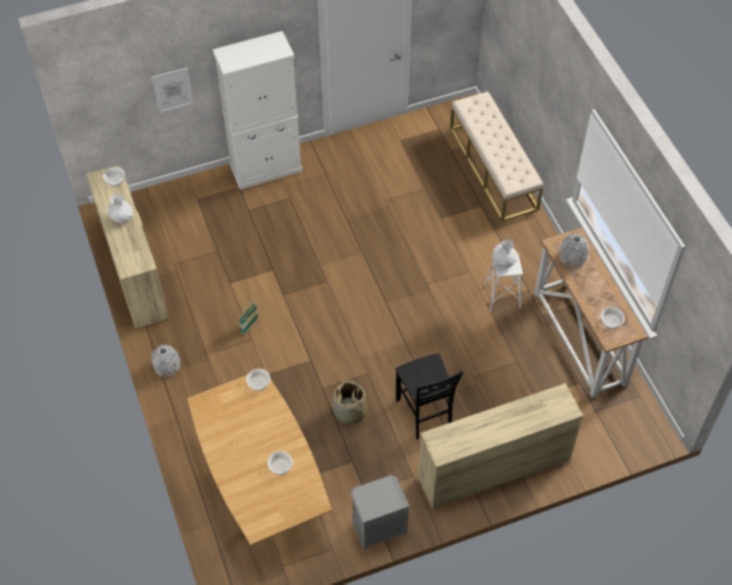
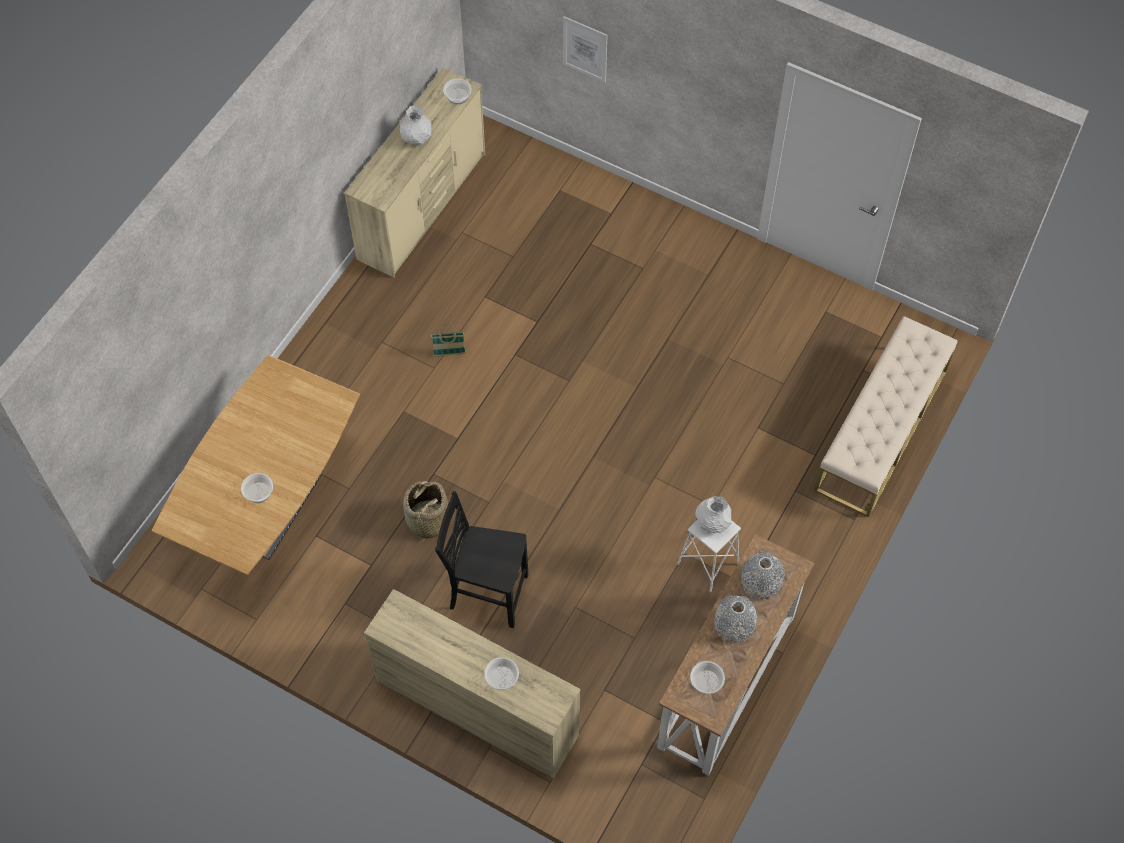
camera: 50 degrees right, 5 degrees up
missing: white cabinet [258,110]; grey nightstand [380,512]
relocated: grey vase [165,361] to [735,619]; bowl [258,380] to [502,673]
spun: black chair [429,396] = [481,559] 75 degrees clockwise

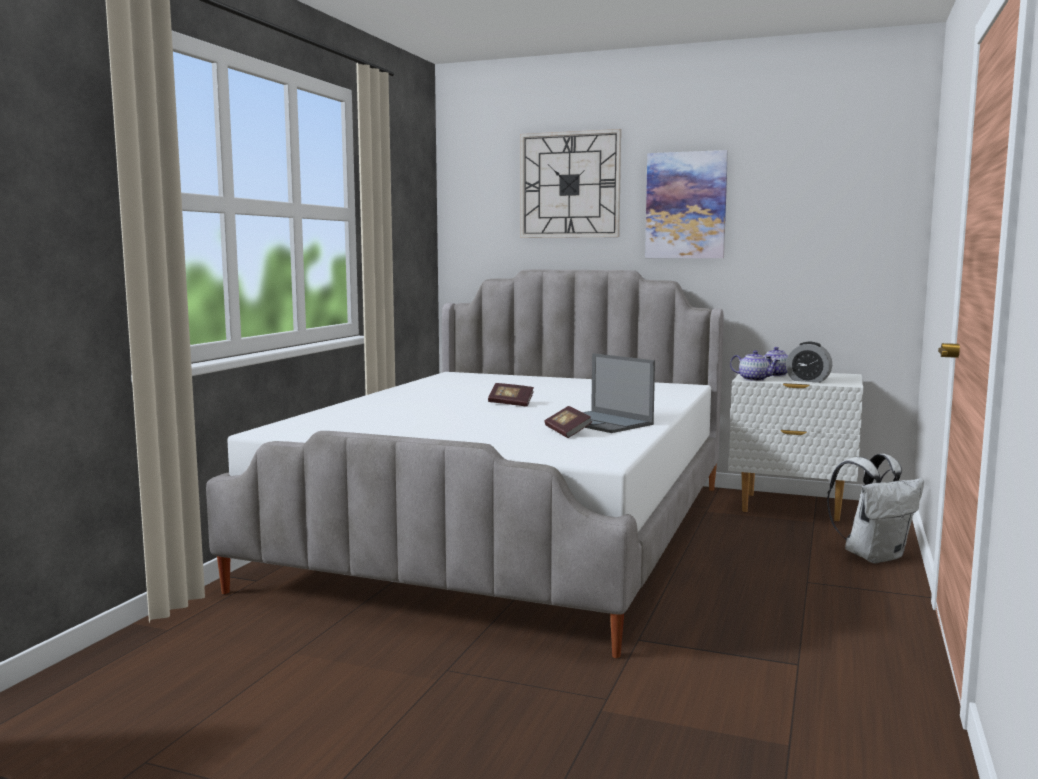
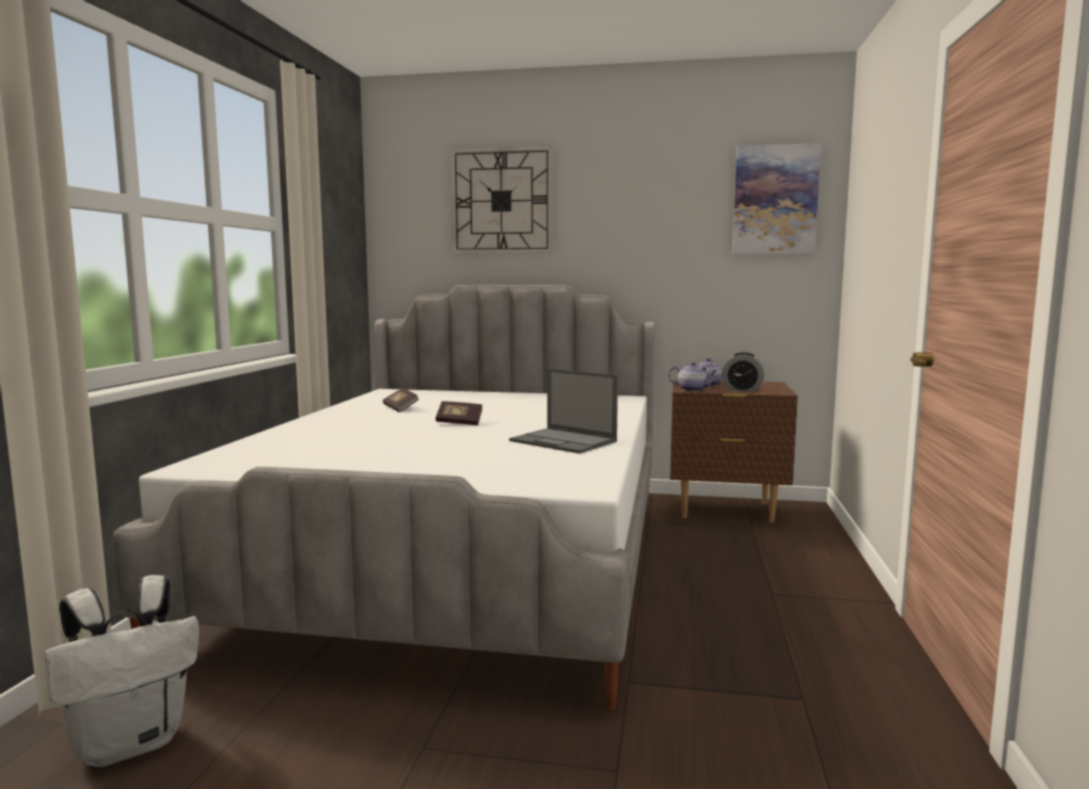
camera: 10 degrees left, 0 degrees up
relocated: book [568,422] to [401,400]; picture [686,204] to [776,198]; white backpack [875,509] to [122,671]
colour: white nightstand [796,447] to brown nightstand [734,451]

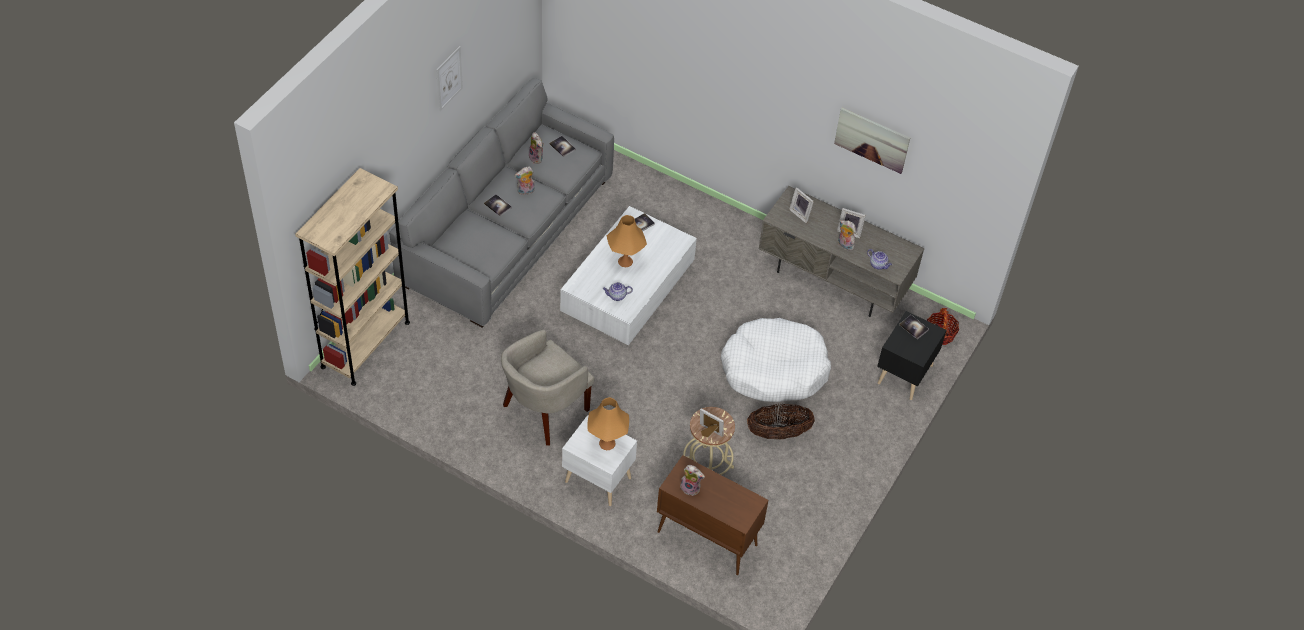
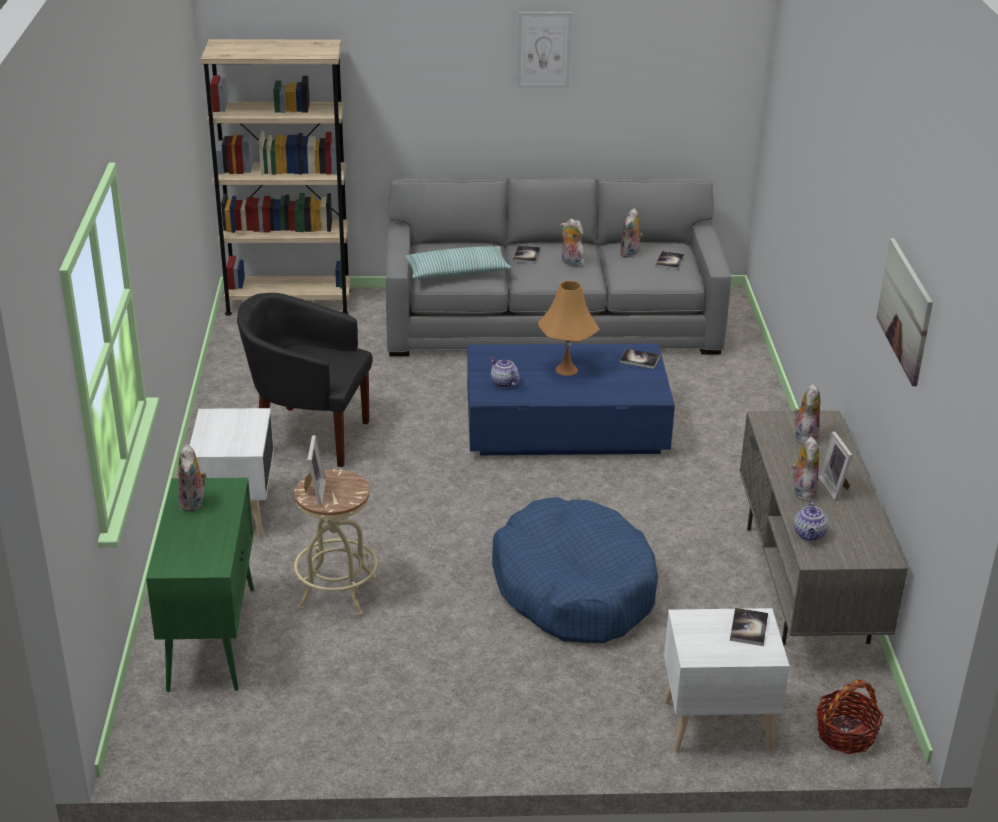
camera: 60 degrees right, 20 degrees down
missing: orange table lamp [608,423]; basket [781,422]
appeared: pillow [458,262]
exchanged: picture frame [801,205] to plush toy [807,414]
colour: beige armchair [547,388] to black armchair [305,380]; white coffee table [628,275] to blue coffee table [571,399]; brown cabinet [712,515] to green cabinet [200,585]; white dog bed [775,360] to blue dog bed [575,570]; black nightstand [911,355] to white nightstand [727,680]

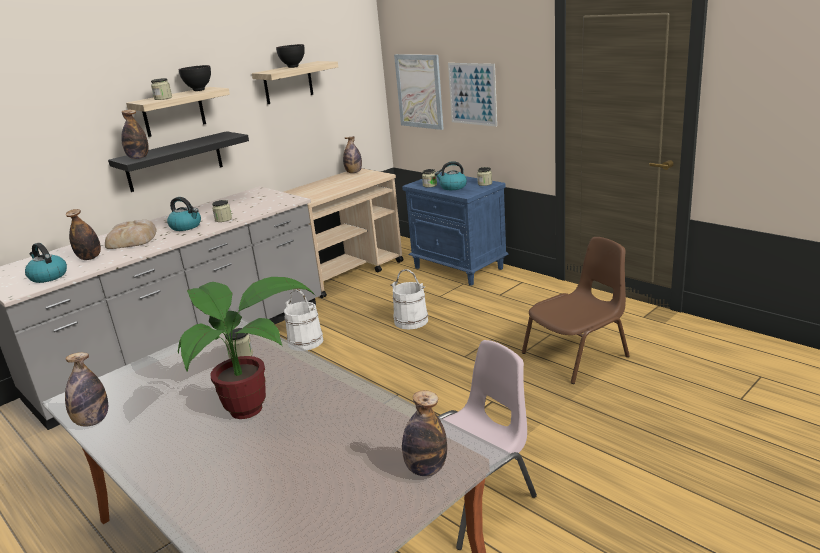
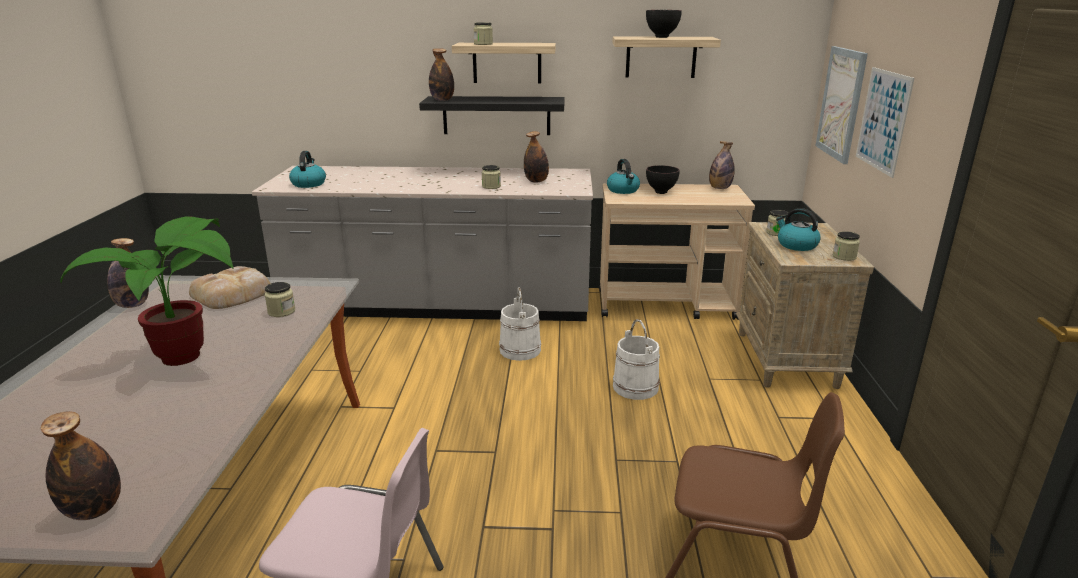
camera: 45 degrees right, 0 degrees up
relocated: bottle [83,234] to [536,157]; bread [131,234] to [230,287]; kettle [184,214] to [623,176]; black bowl [195,78] to [663,179]
colour: blue nightstand [455,229] to beige nightstand [805,305]

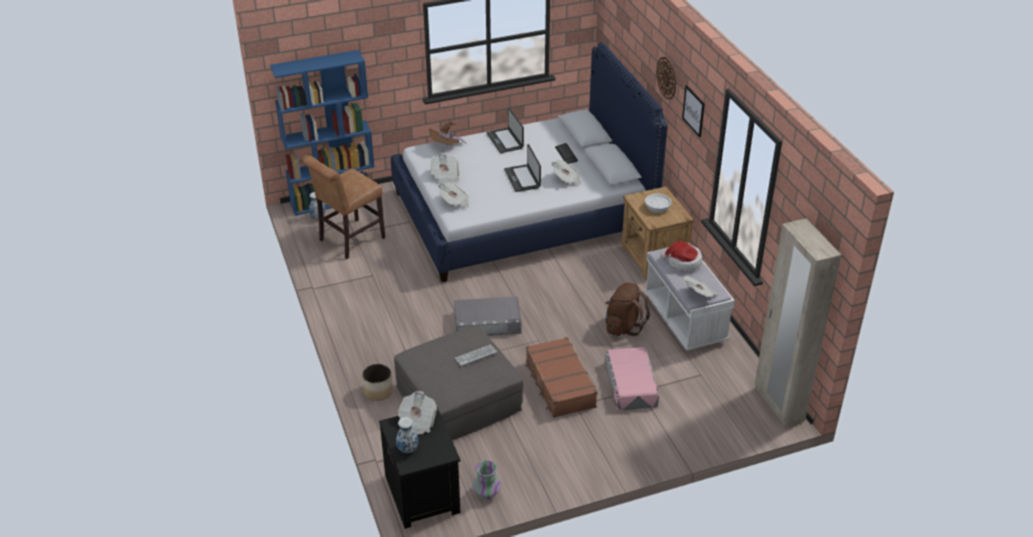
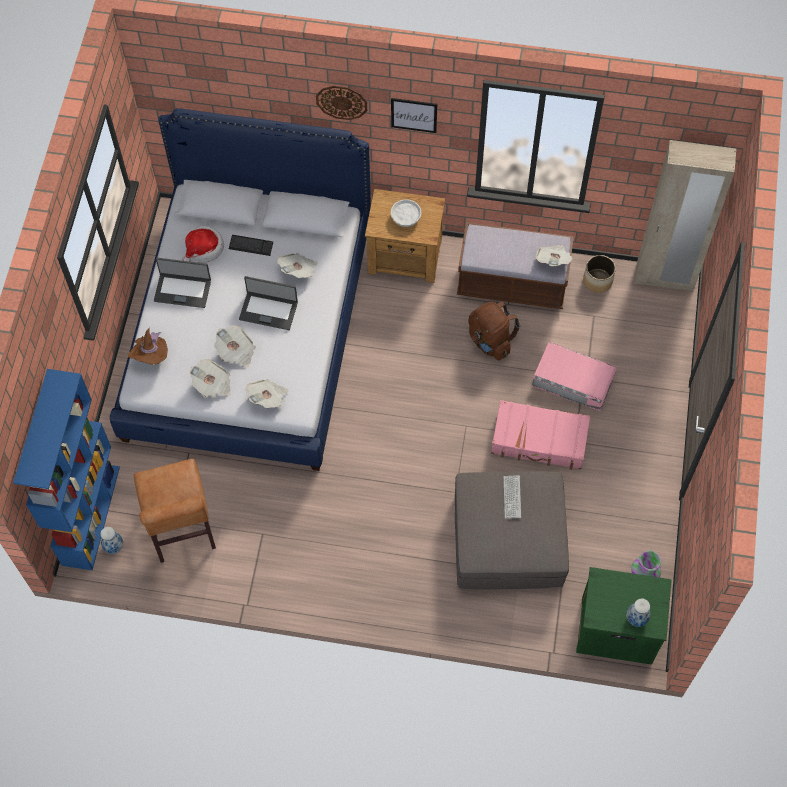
camera: 60 degrees left, 25 degrees up
missing: grey storage box [487,316]
relocated: planter [377,382] to [599,274]; newspaper [417,413] to [235,346]; hat [681,256] to [203,244]
colour: black nightstand [420,468] to green nightstand [624,616]; brown suitcase [561,377] to pink suitcase [540,435]; white bench [689,297] to brown bench [515,265]

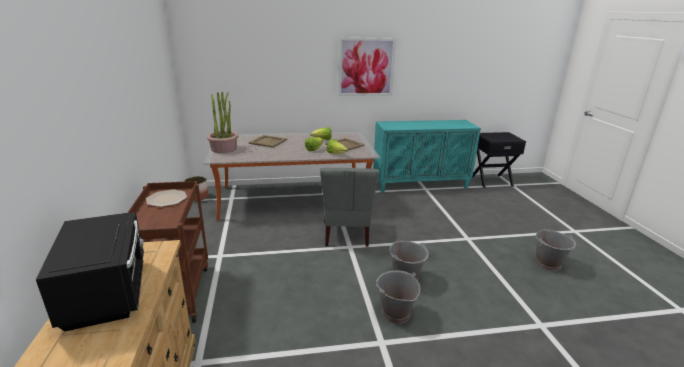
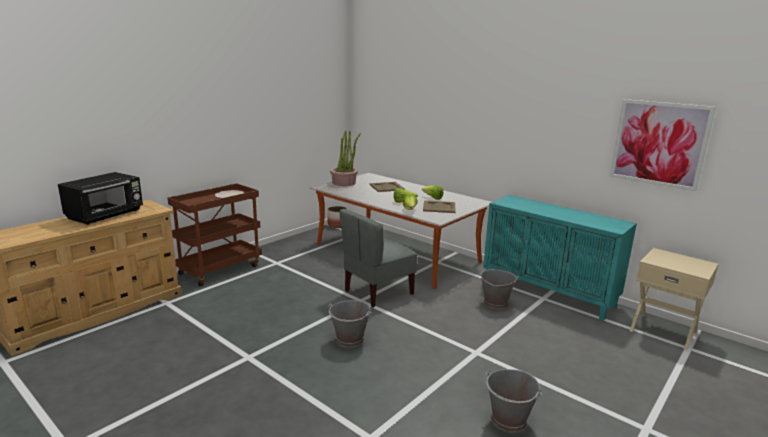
camera: 50 degrees right, 5 degrees down
relocated: picture [367,67] to [663,145]; grey bucket [398,297] to [499,289]
colour: black nightstand [499,160] to beige nightstand [674,299]

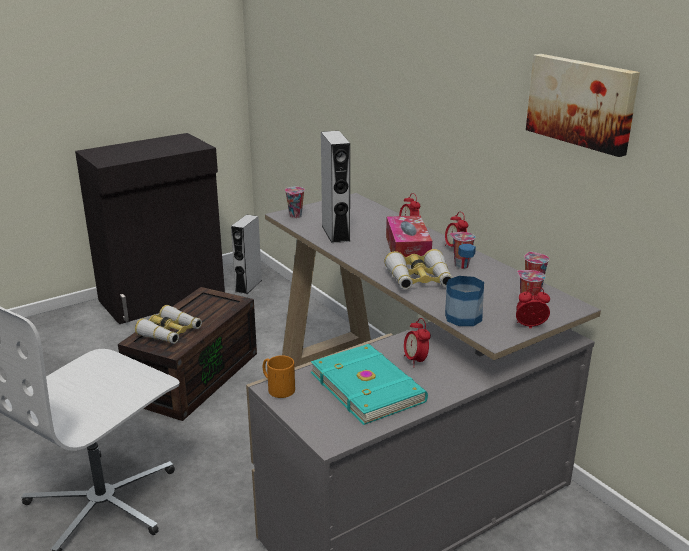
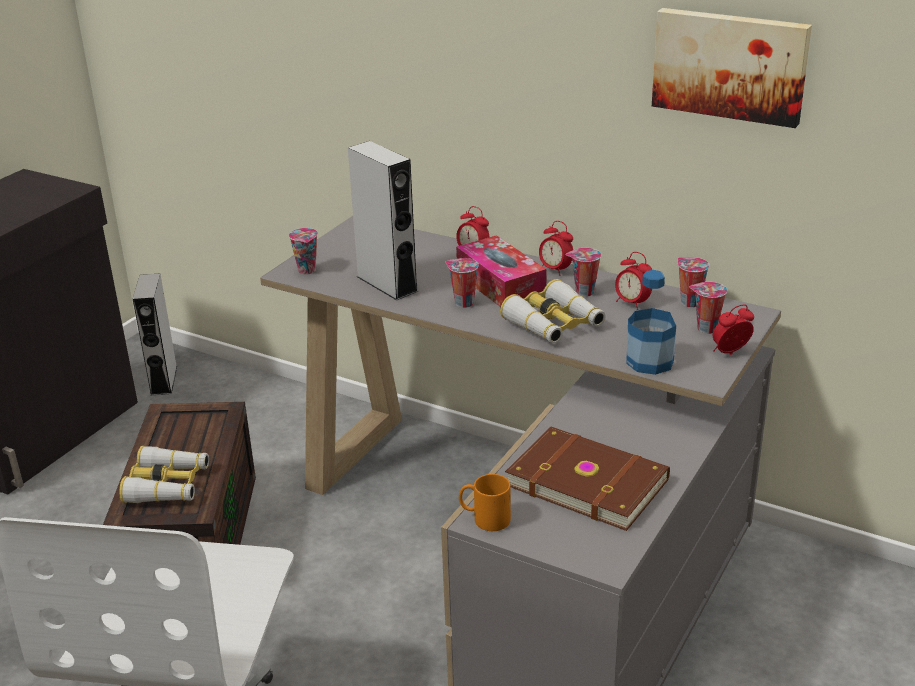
camera: 25 degrees left, 5 degrees up
appeared: cup [462,283]
relocated: alarm clock [417,342] to [634,281]
colour: turquoise book [369,384] to brown book [587,479]

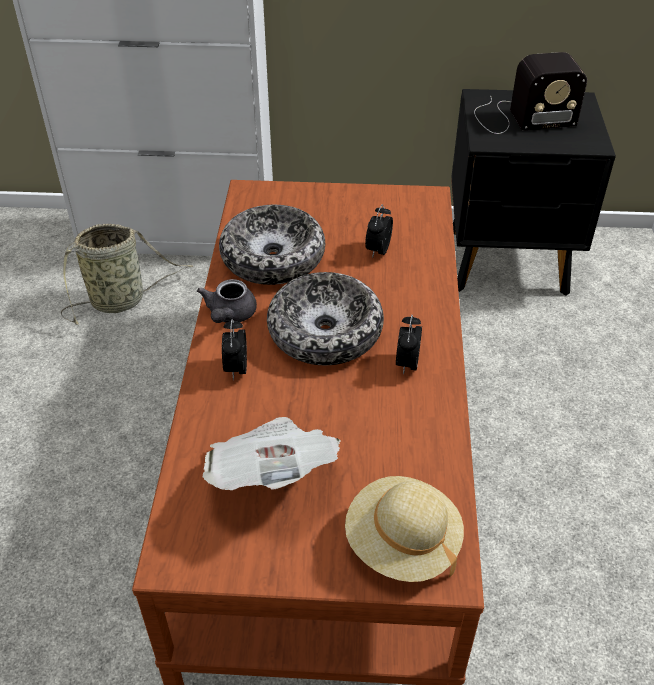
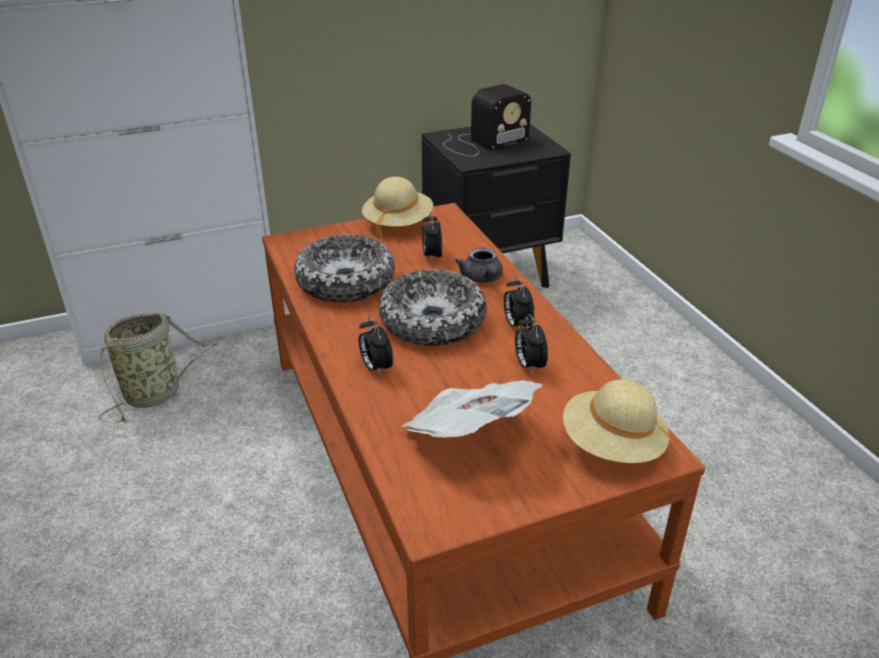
camera: 25 degrees left, 10 degrees down
appeared: beige hat [397,208]; alarm clock [531,344]
relocated: grey teapot [227,301] to [479,265]

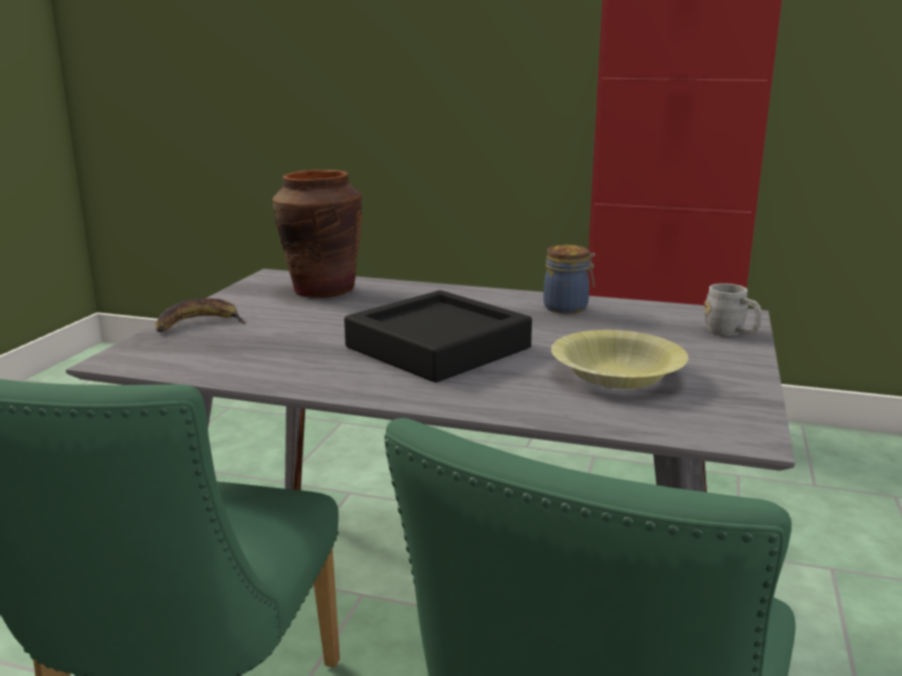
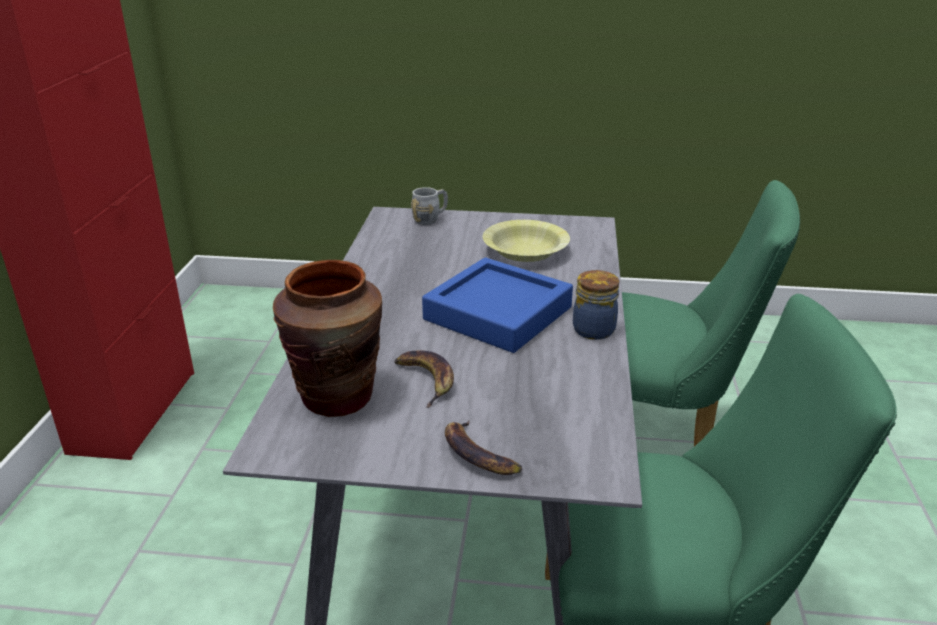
camera: 100 degrees left, 10 degrees up
appeared: banana [424,379]
relocated: jar [569,279] to [596,305]
colour: black tray [438,336] to blue tray [497,305]

